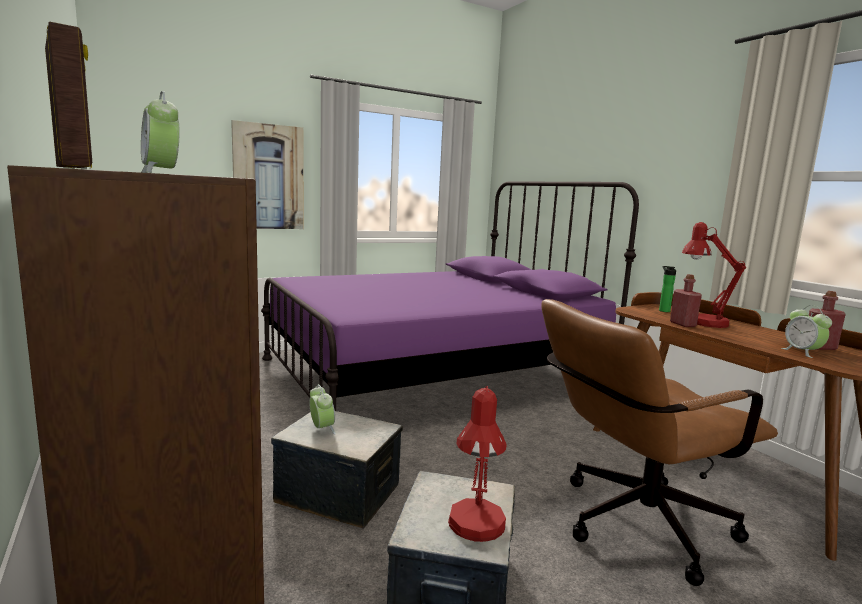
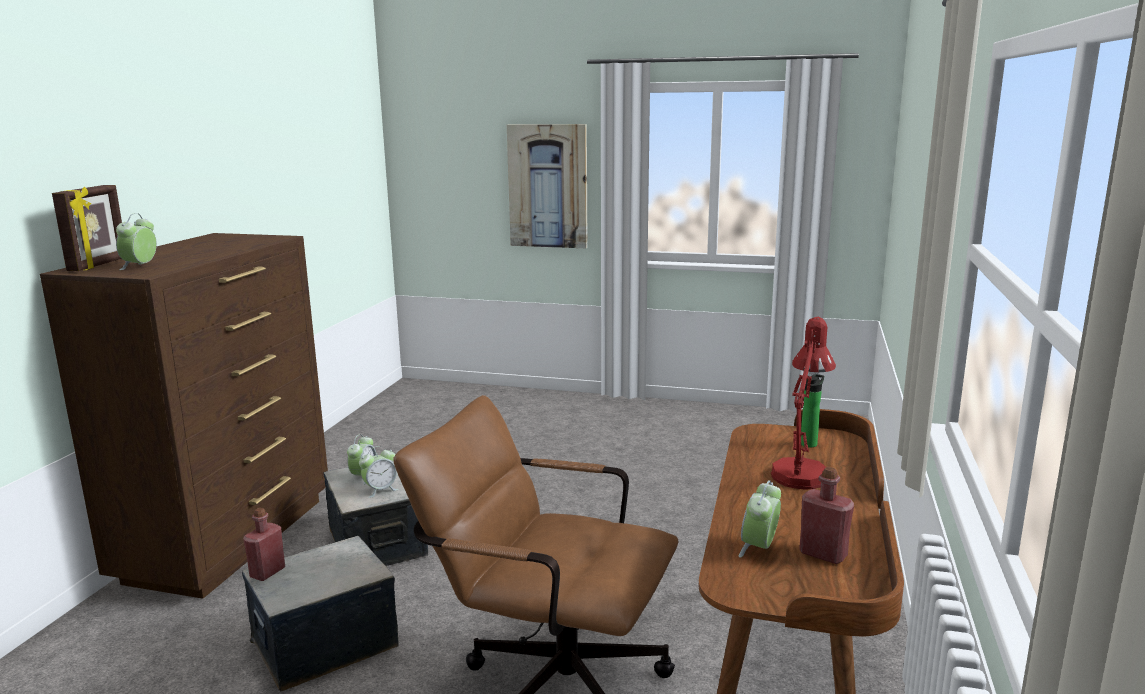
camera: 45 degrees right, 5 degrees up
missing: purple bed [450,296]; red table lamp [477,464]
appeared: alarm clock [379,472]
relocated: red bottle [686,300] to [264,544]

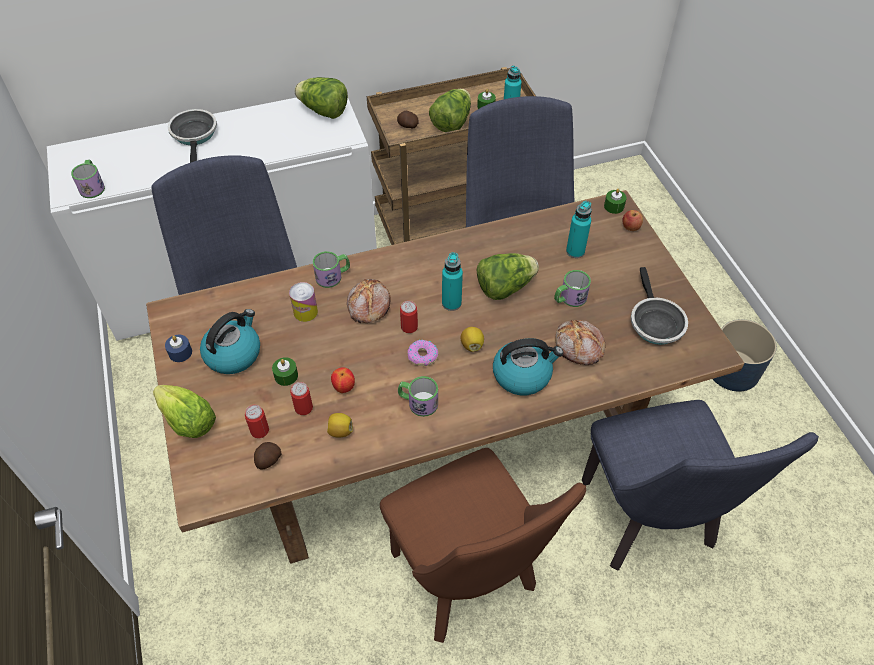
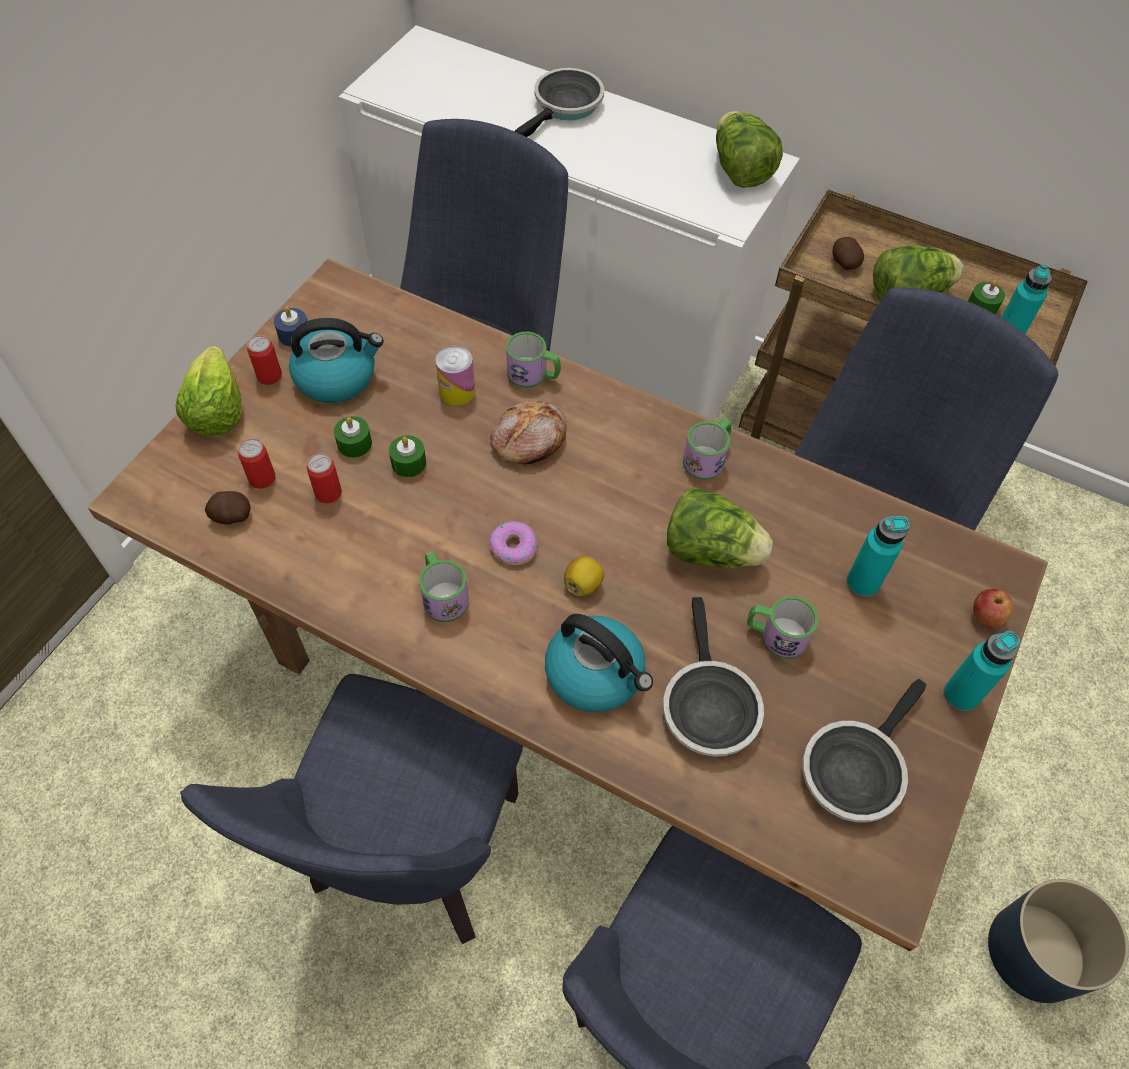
camera: 45 degrees right, 5 degrees up
missing: lemon [340,425]; apple [343,380]
relocated: mug [88,178] to [707,449]; can [409,317] to [264,360]; turquoise bottle [452,281] to [982,671]; green candle [615,201] to [407,456]
exchanged: bread [580,342] to frying pan [713,677]
colour: brown chair [483,545] to blue chair [351,809]

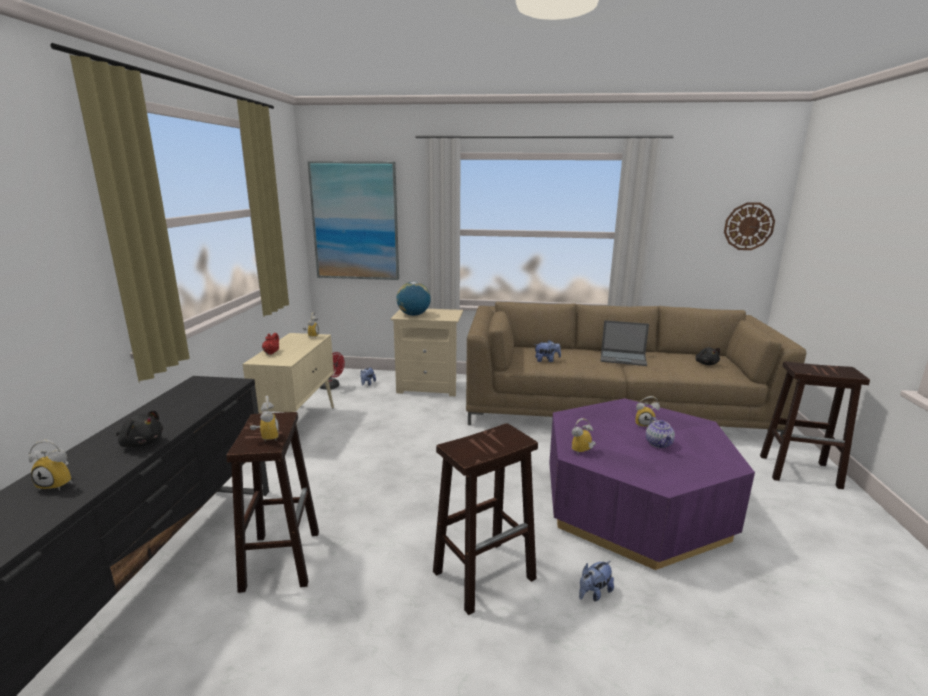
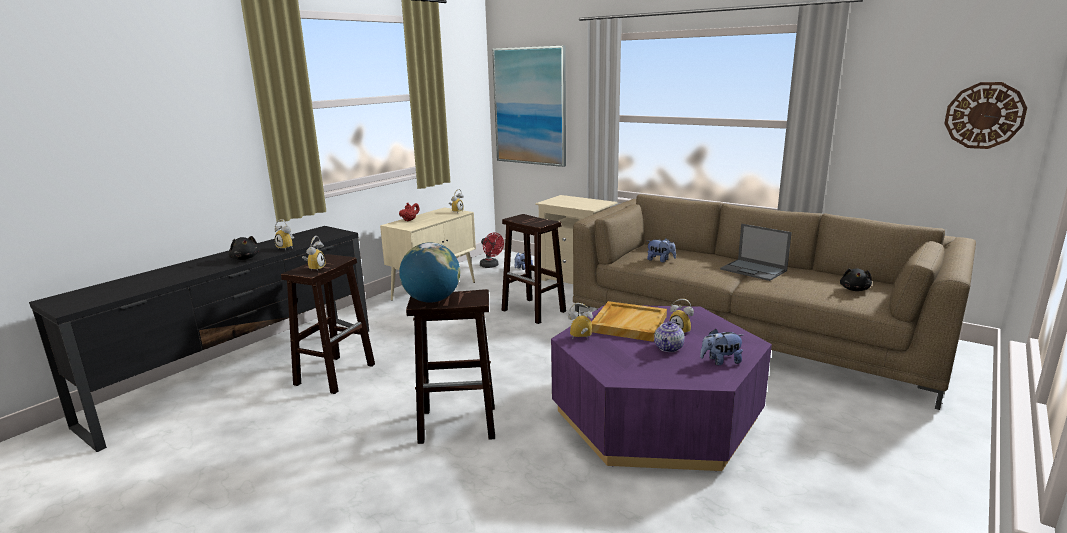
camera: 30 degrees right, 0 degrees up
appeared: beige tray [629,321]
relocated: alarm clock [50,465] to [284,234]; globe [413,299] to [429,273]; plush toy [596,581] to [721,347]; brown stool [815,425] to [534,269]

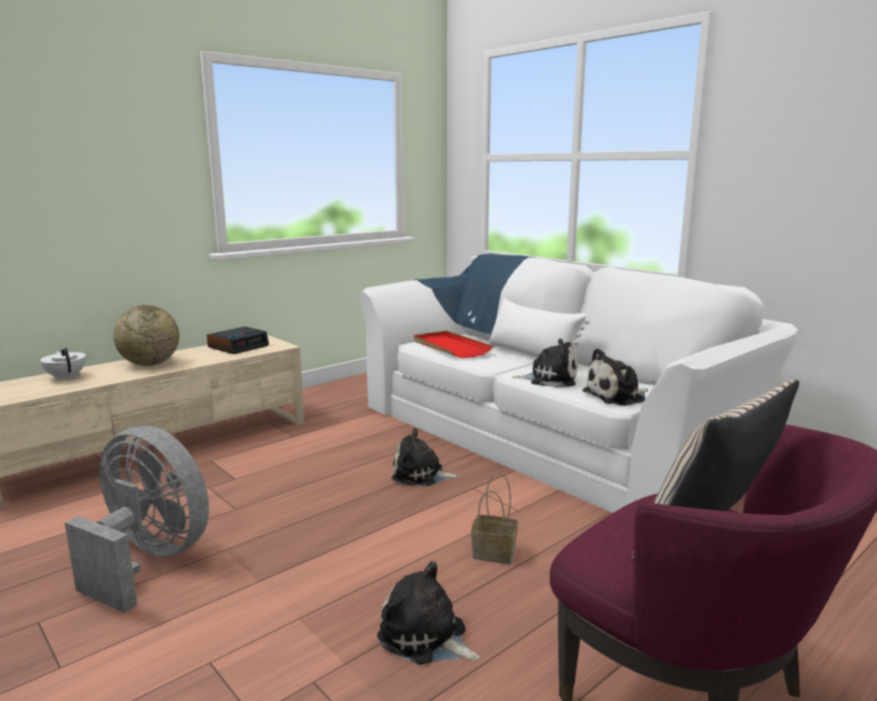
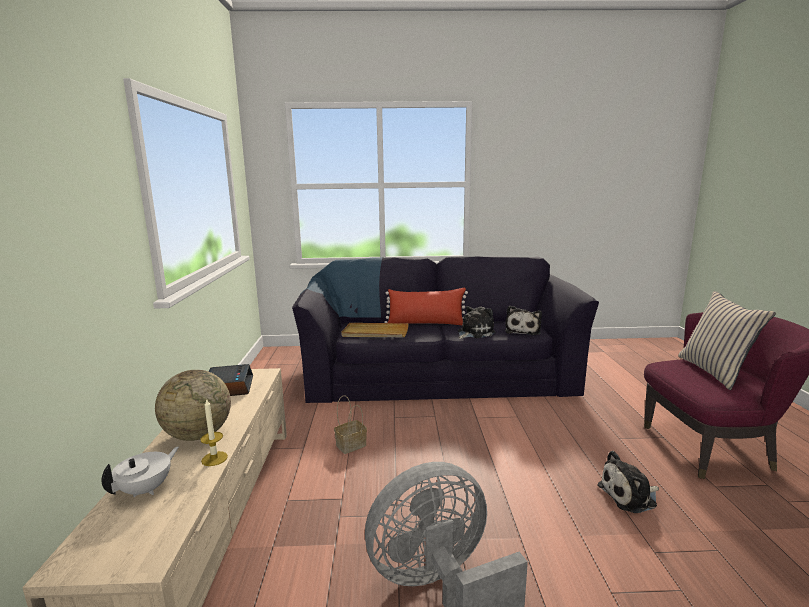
camera: 50 degrees left, 0 degrees up
missing: plush toy [426,457]
appeared: candle [214,432]
relocated: basket [494,518] to [350,424]
colour: white sofa [578,383] to black sofa [445,329]; red tray [453,344] to beige tray [375,330]; white pillow [539,328] to red pillow [426,306]
spun: white teapot [63,364] = [140,471] 120 degrees clockwise

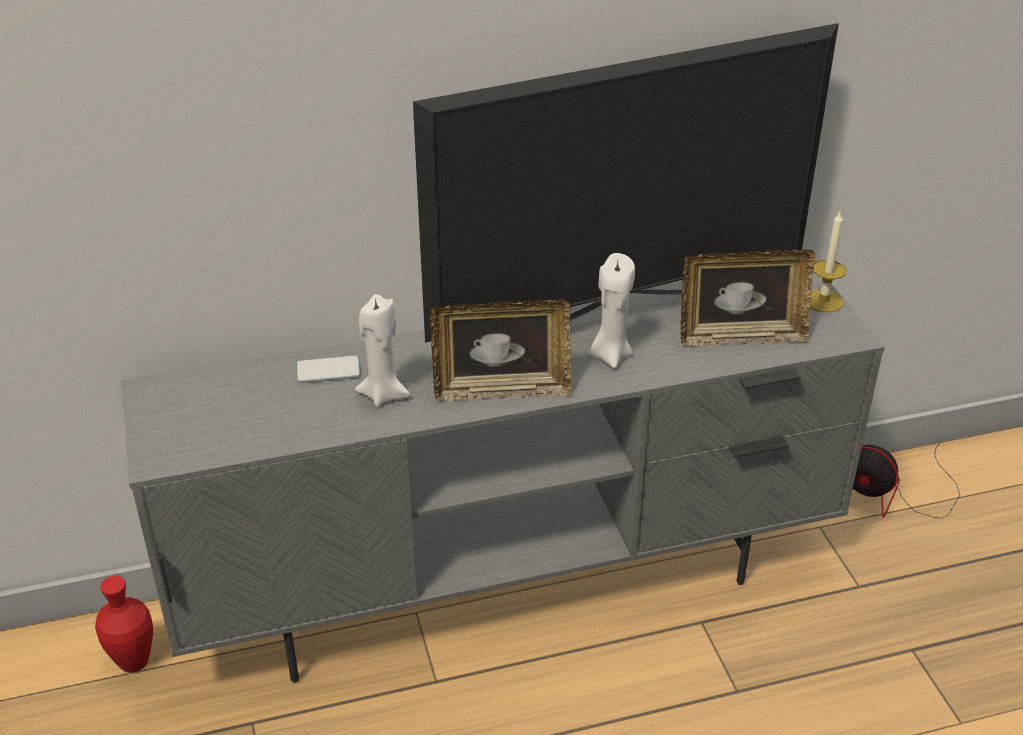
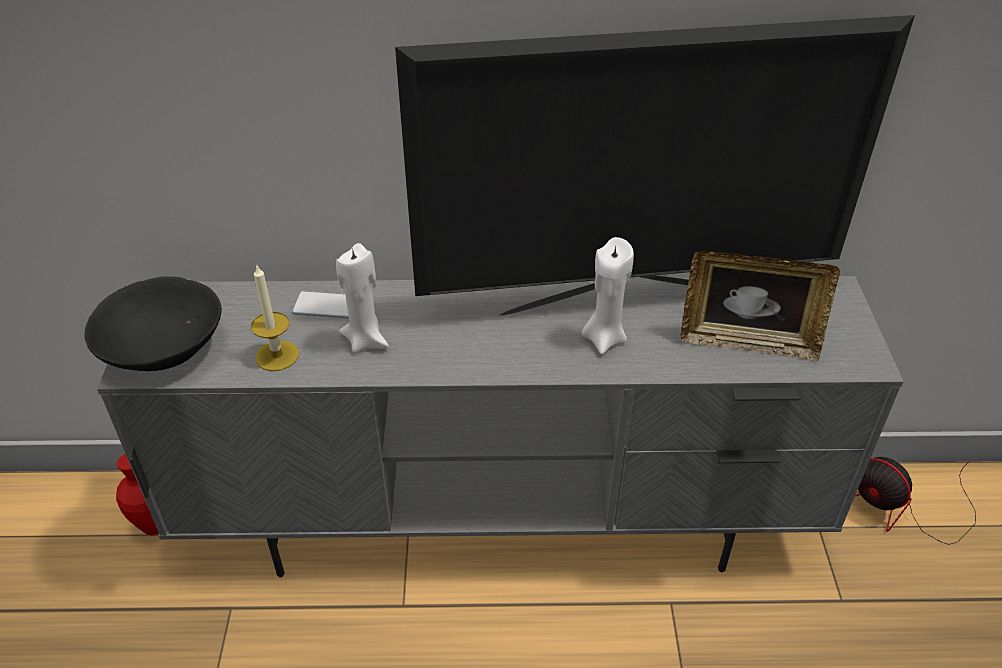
camera: 15 degrees right, 5 degrees up
missing: picture frame [500,350]
appeared: black bowl [153,323]
relocated: candle [829,262] to [275,317]

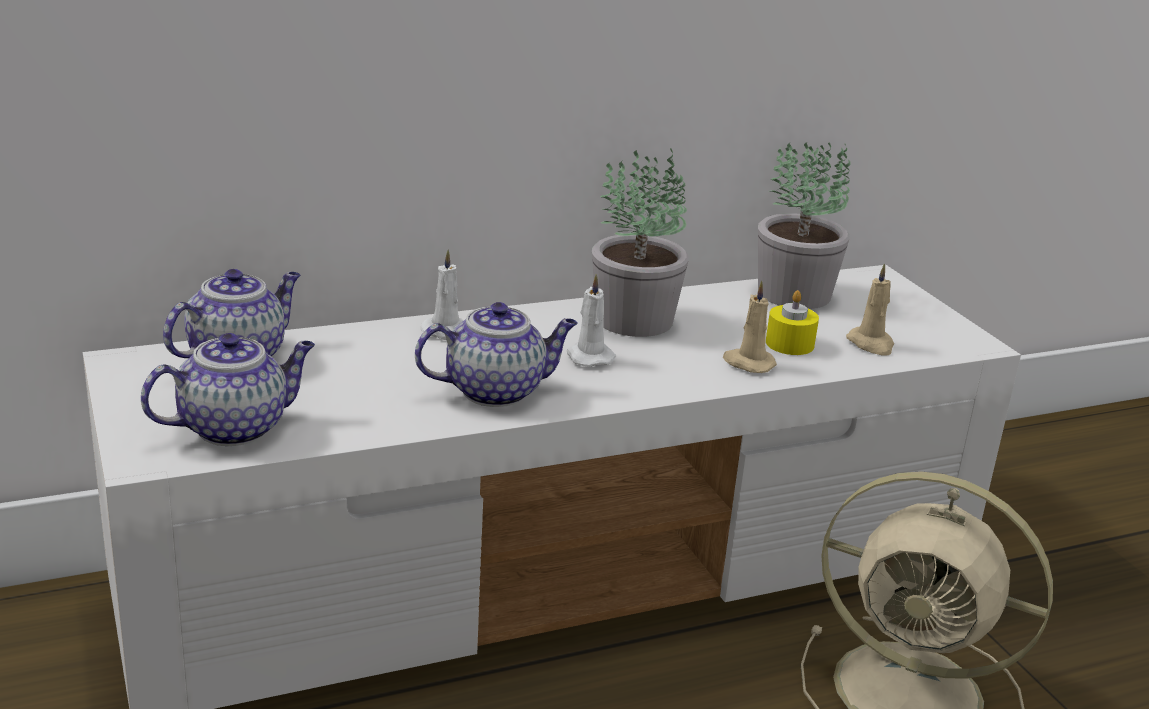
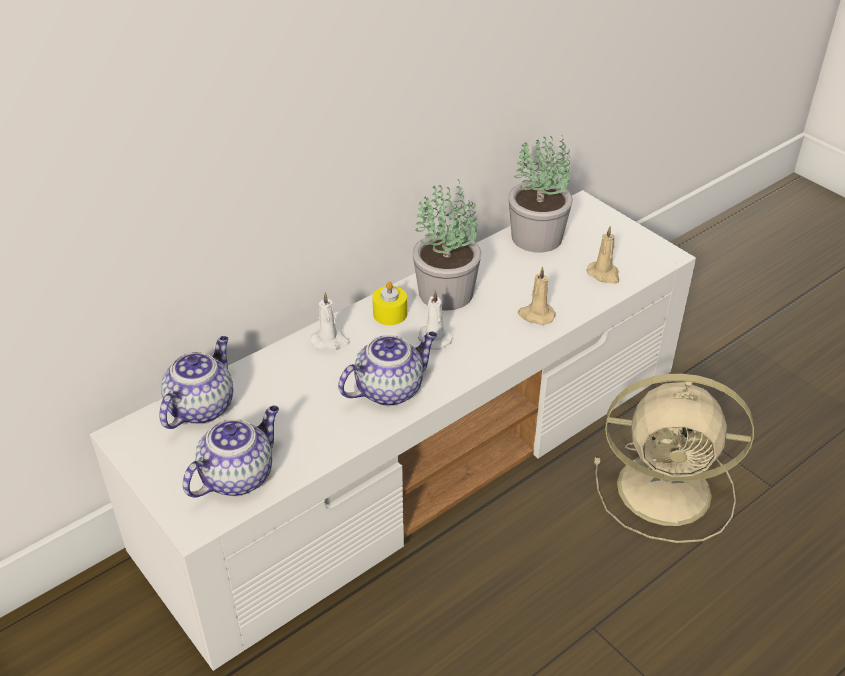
camera: 15 degrees left, 15 degrees up
relocated: yellow candle [792,322] to [389,303]

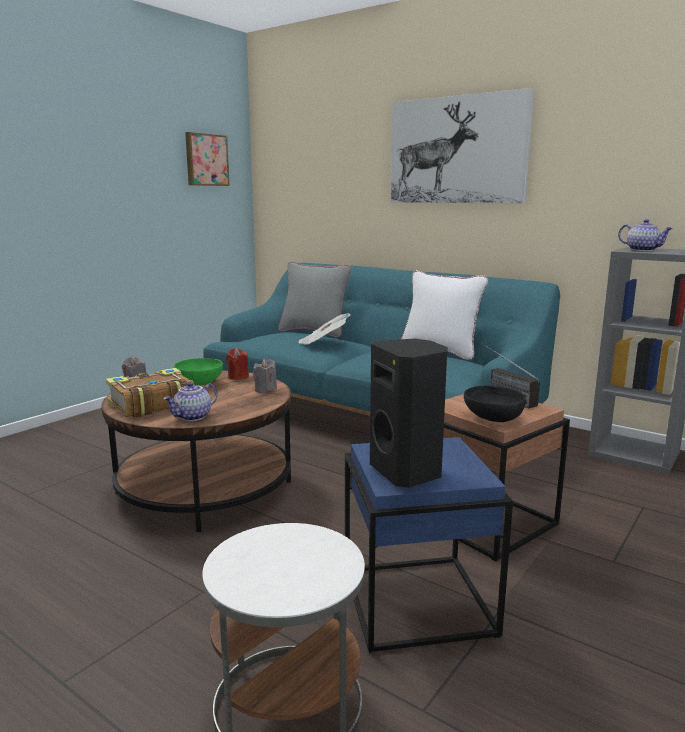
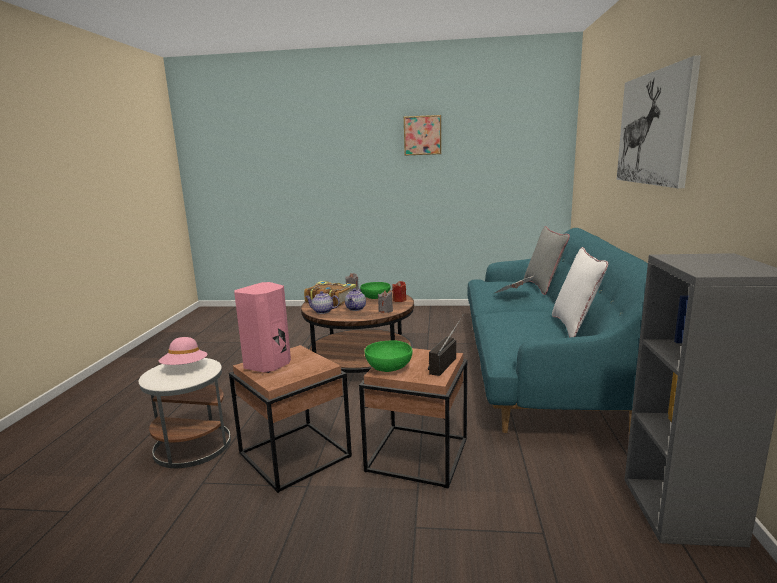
camera: 60 degrees right, 0 degrees up
appeared: pink hat [183,351]
relocated: picture [207,159] to [422,135]; teapot [645,235] to [355,300]
colour: blue side table [429,545] to brown side table [290,419]; black speaker [408,413] to pink speaker [262,327]; black bowl [495,404] to green bowl [388,356]

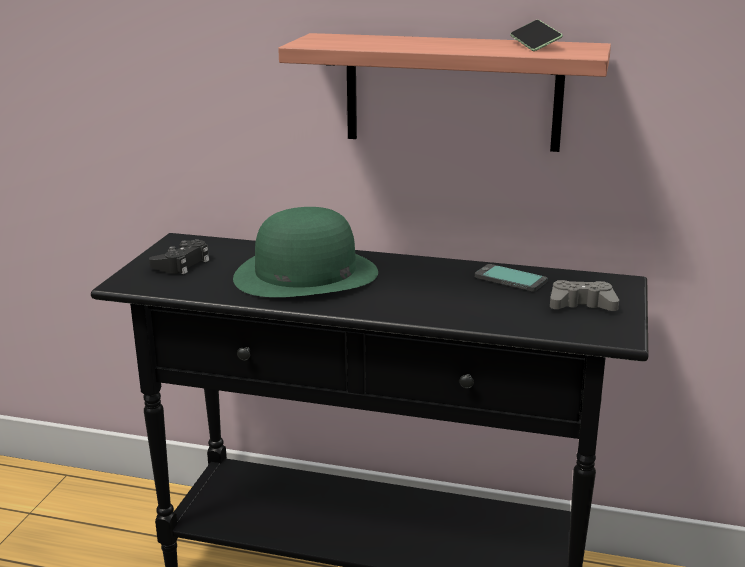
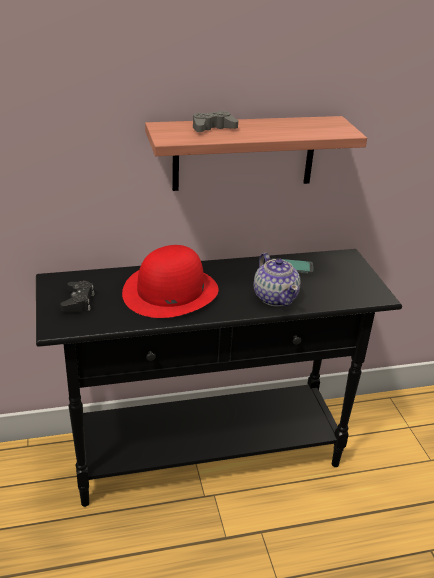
camera: 30 degrees left, 10 degrees up
missing: phone [536,35]
appeared: teapot [277,279]
relocated: grey game controller [584,295] to [215,121]
colour: green hat [305,252] to red hat [170,281]

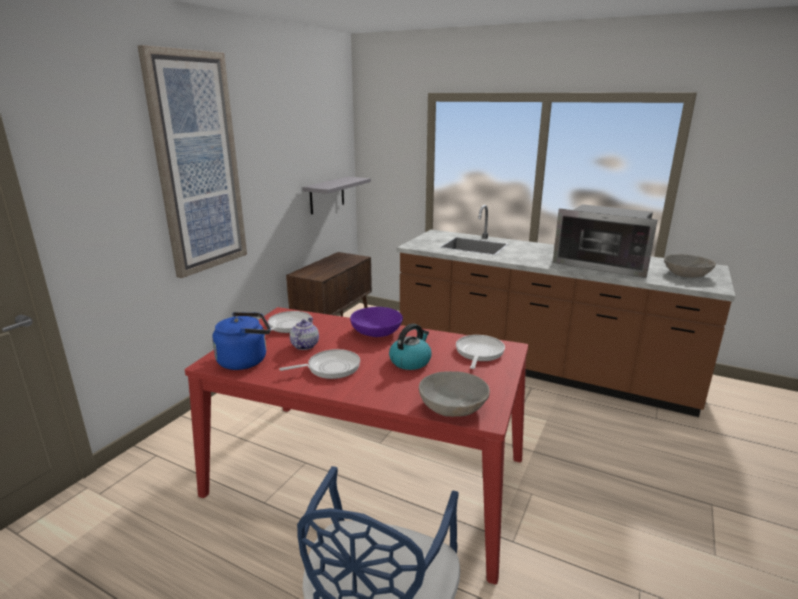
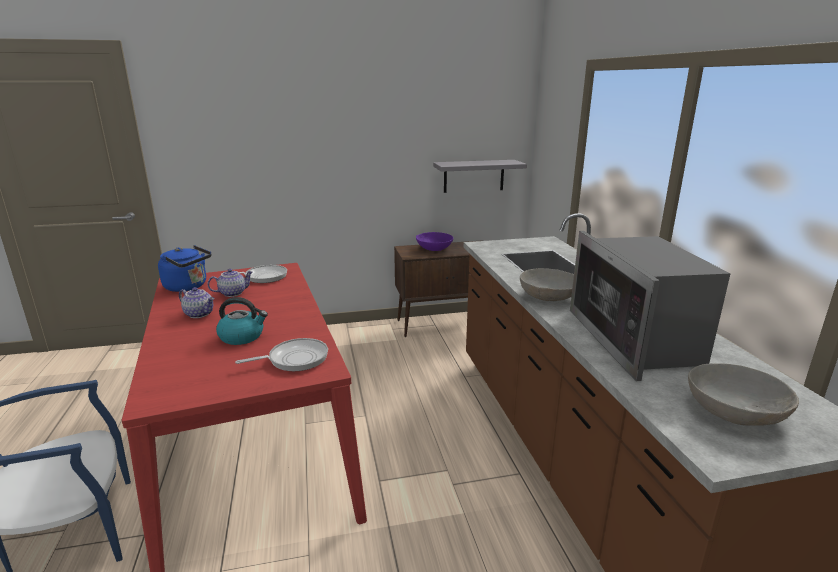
camera: 50 degrees right, 0 degrees up
missing: picture [192,161]
relocated: purple bowl [376,322] to [434,241]; grey bowl [454,394] to [547,284]
exchanged: frying pan [319,364] to teapot [196,302]

